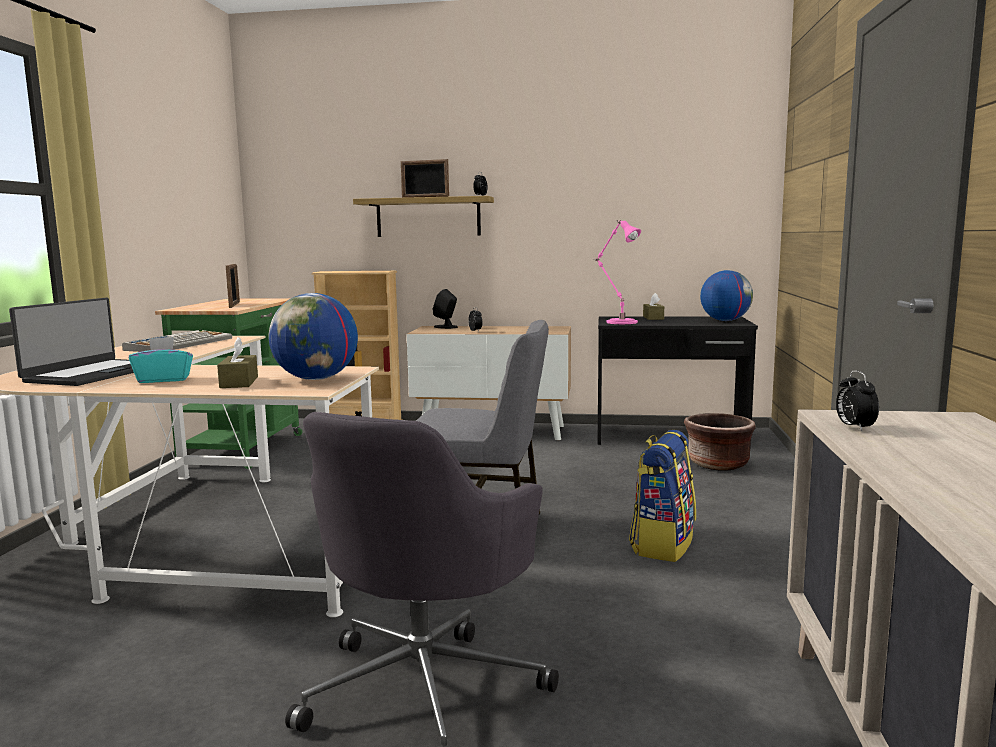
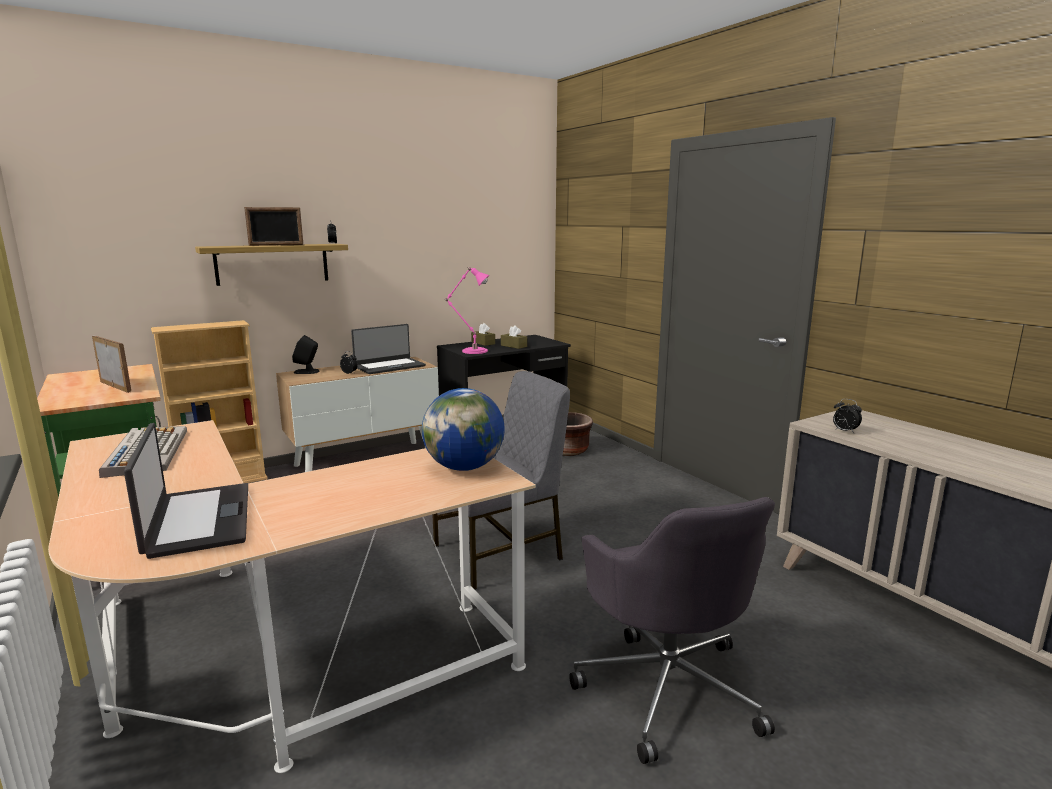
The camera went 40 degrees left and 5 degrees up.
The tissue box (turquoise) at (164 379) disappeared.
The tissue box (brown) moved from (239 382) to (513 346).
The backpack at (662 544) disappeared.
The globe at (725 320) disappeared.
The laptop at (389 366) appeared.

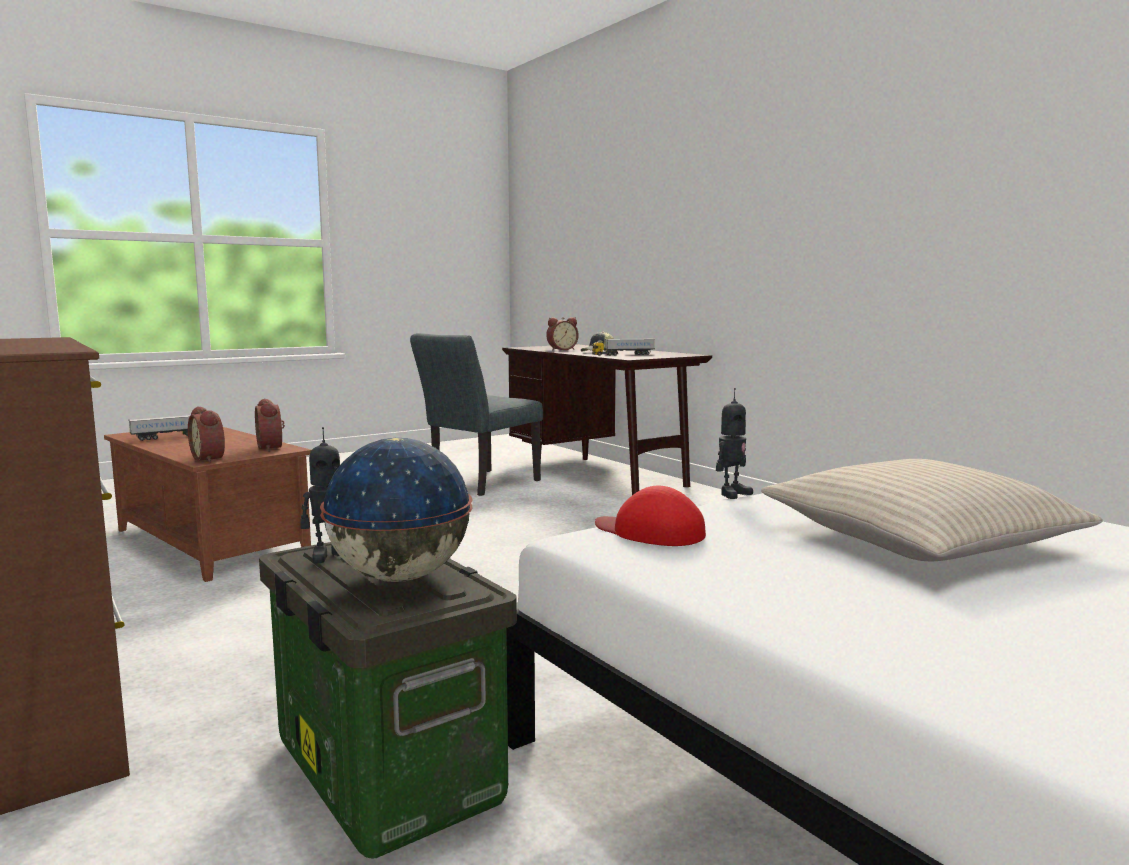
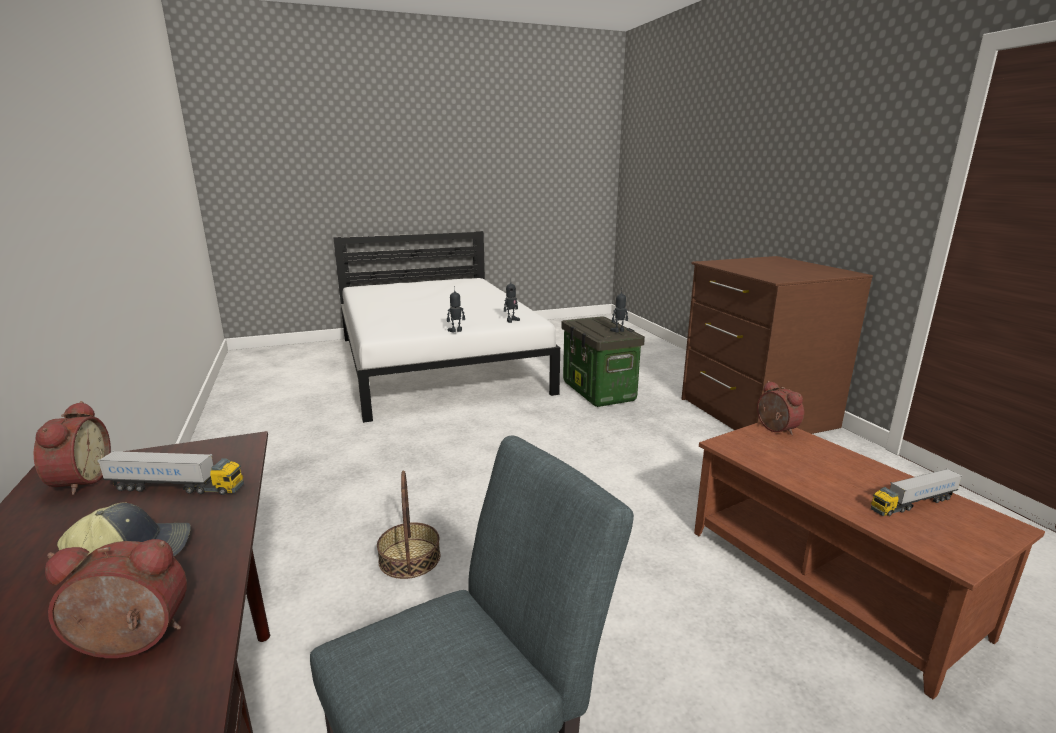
The camera went 165 degrees left and 10 degrees up.
The alarm clock moved from (272 447) to (78 481).
The globe at (399 577) disappeared.
The cap (red) at (650 532) was replaced by the toy robot at (511 320).
The pillow (beige) at (919 539) disappeared.
The basket at (409 558) appeared.

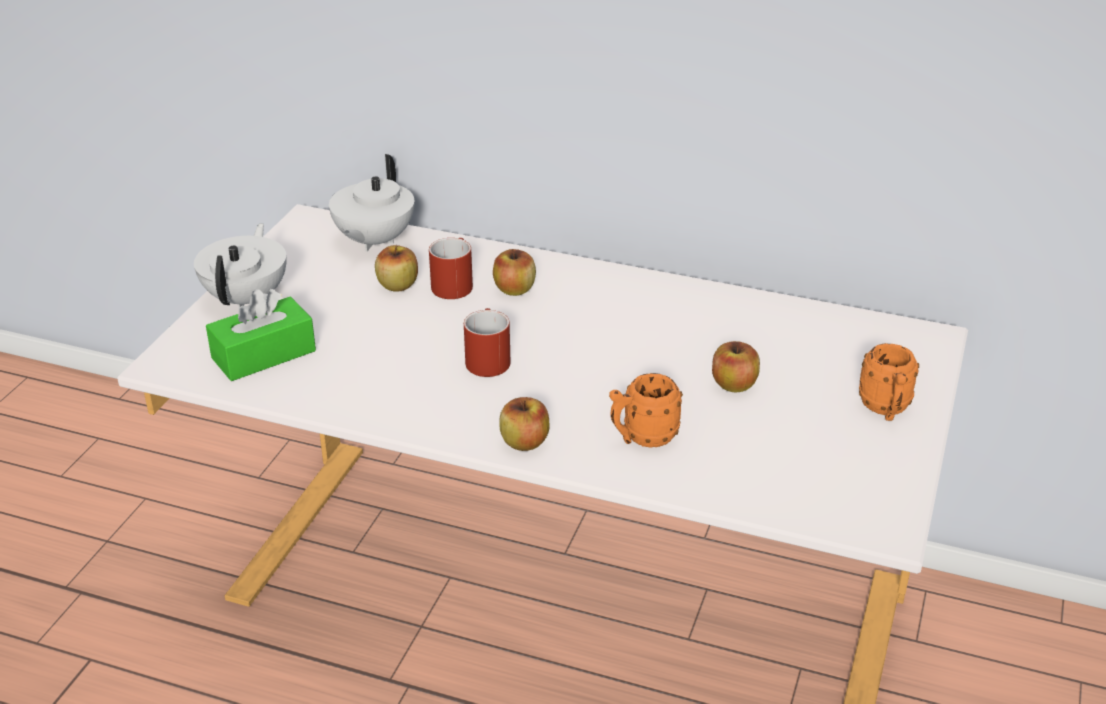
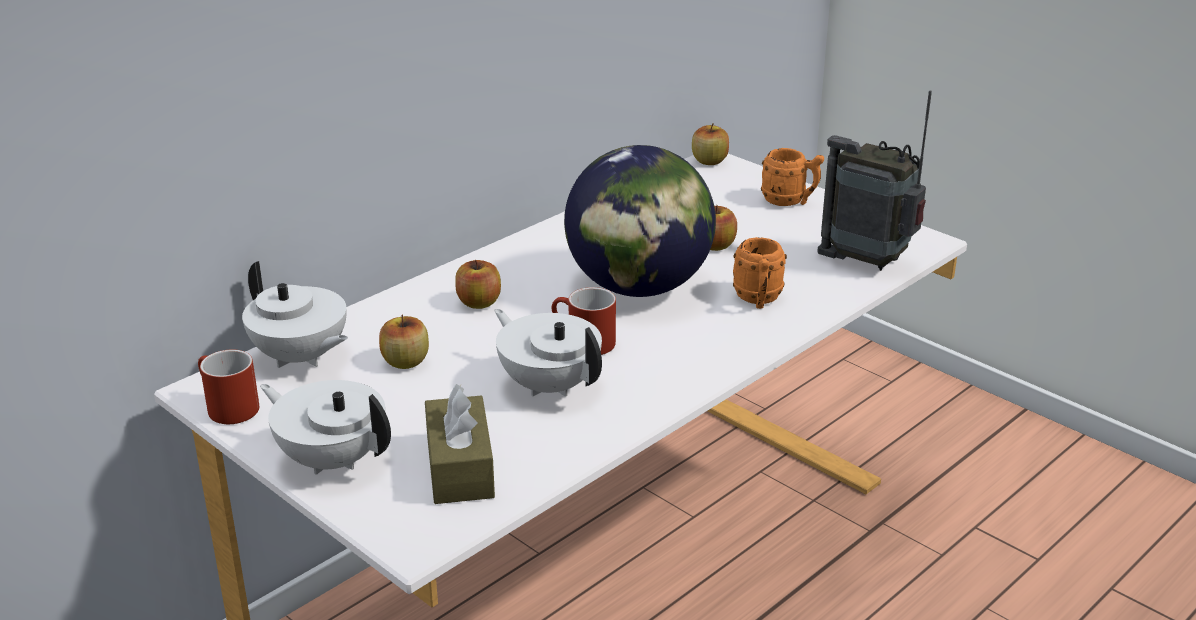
The camera went 65 degrees left and 5 degrees down.
The tissue box (green) at (263 354) became the tissue box (brown) at (460 468).
The mug (red) moved from (453 283) to (225 407).
The apple moved from (524 442) to (709 161).
The teapot (white) at (549 385) appeared.
The globe at (638 287) appeared.
The radio at (868 262) appeared.

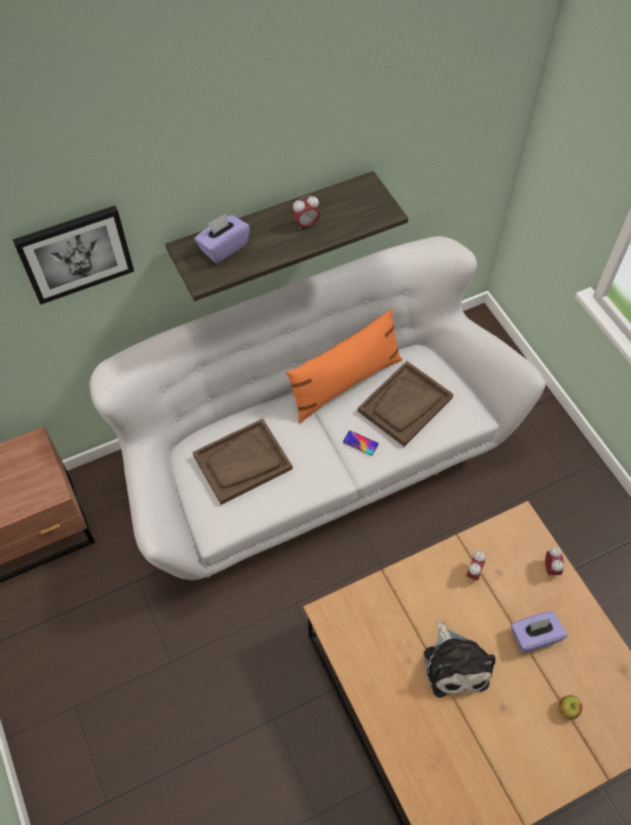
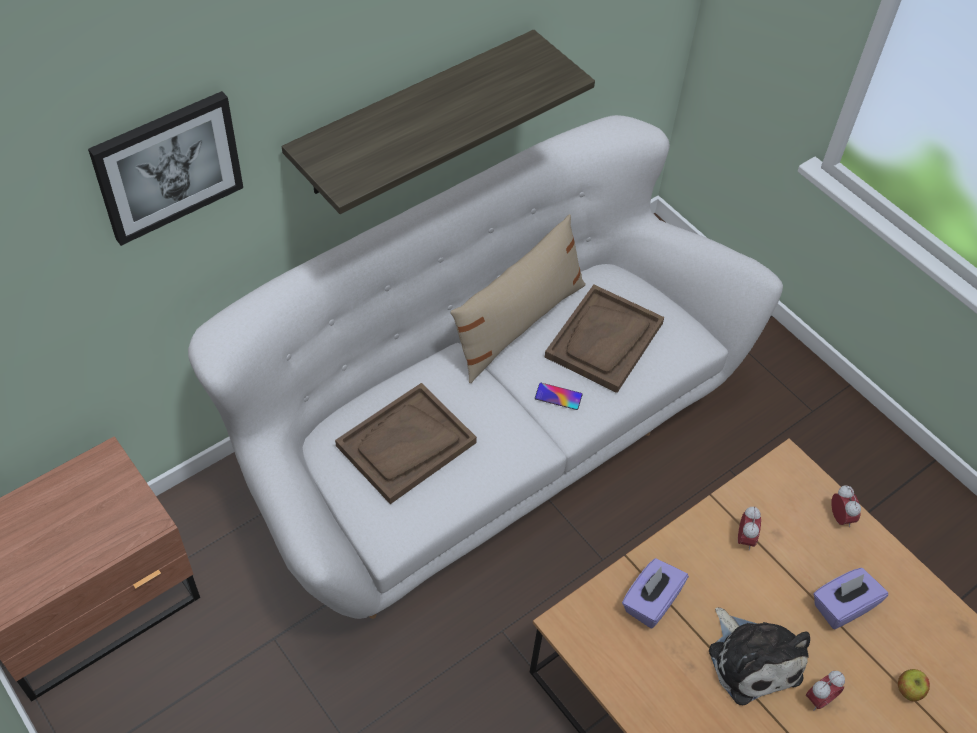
The camera went 15 degrees left and 5 degrees down.
The tissue box (purple) moved from (223 248) to (650 601).
The pillow (orange) at (345 383) became the pillow (beige) at (517 324).
The alarm clock moved from (306 224) to (819 699).

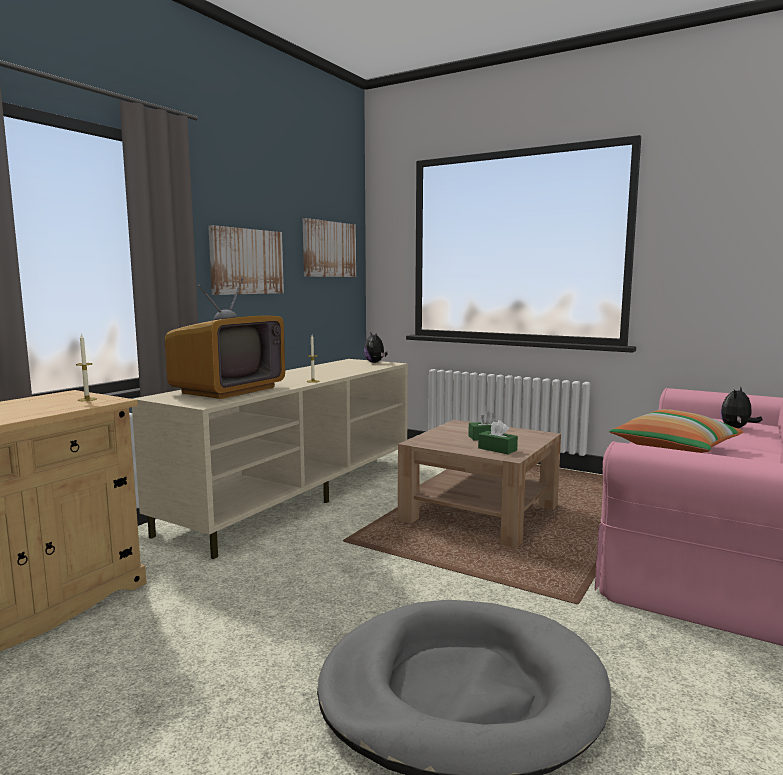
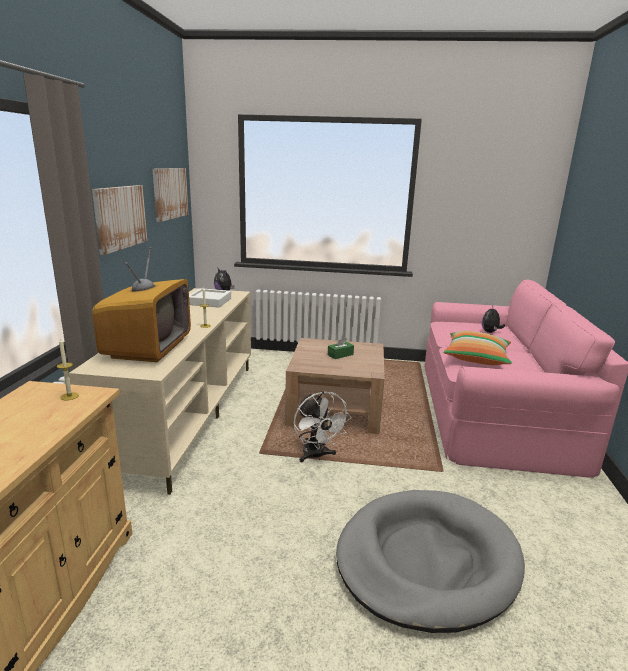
The camera went 25 degrees left and 10 degrees up.
The tissue box (green) at (497 449) disappeared.
The tray (white) at (209 301) appeared.
The fan (white) at (316 456) appeared.

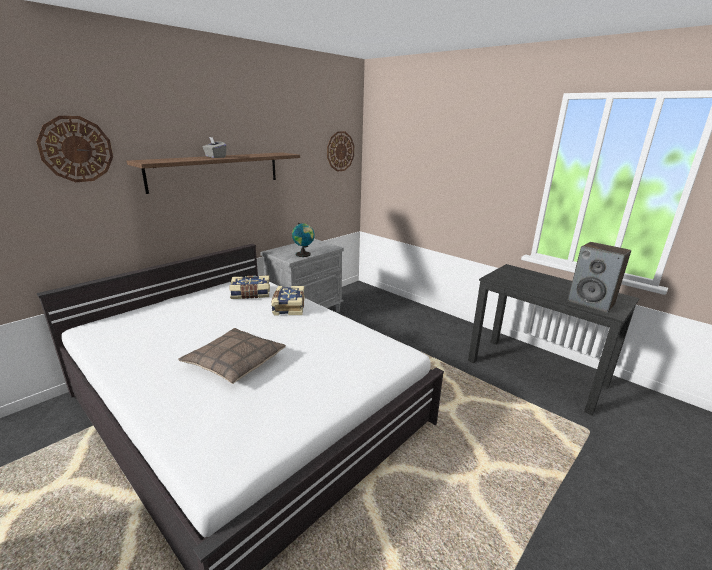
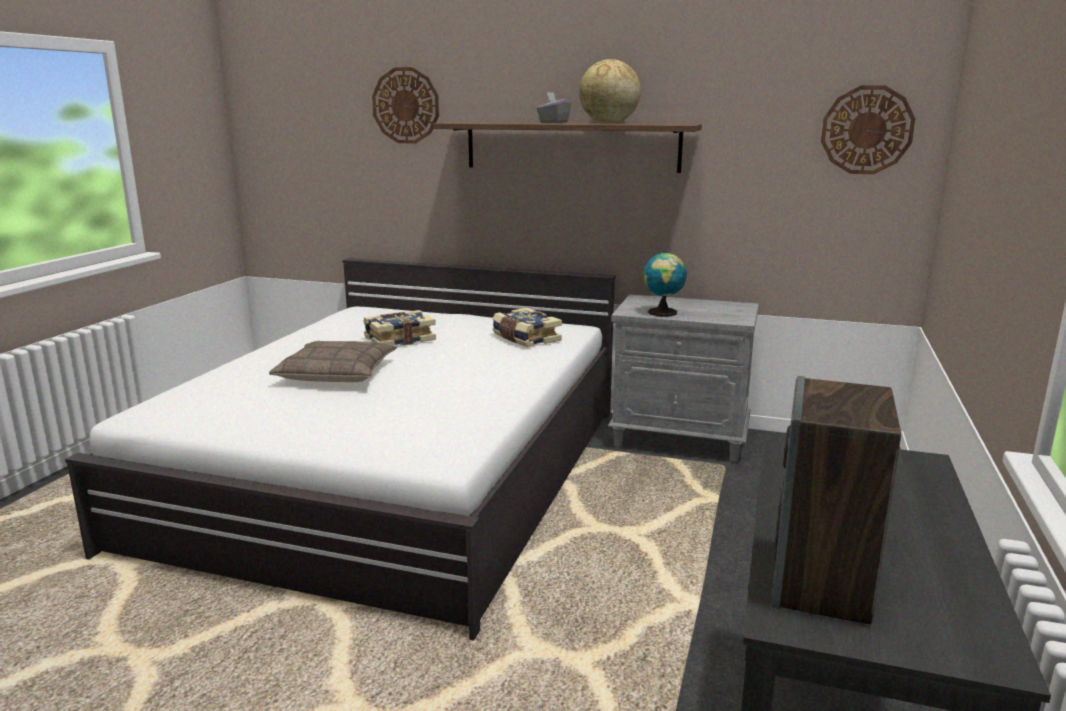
The camera went 65 degrees right and 5 degrees down.
The book moved from (288 307) to (399 339).
The globe at (608 123) appeared.

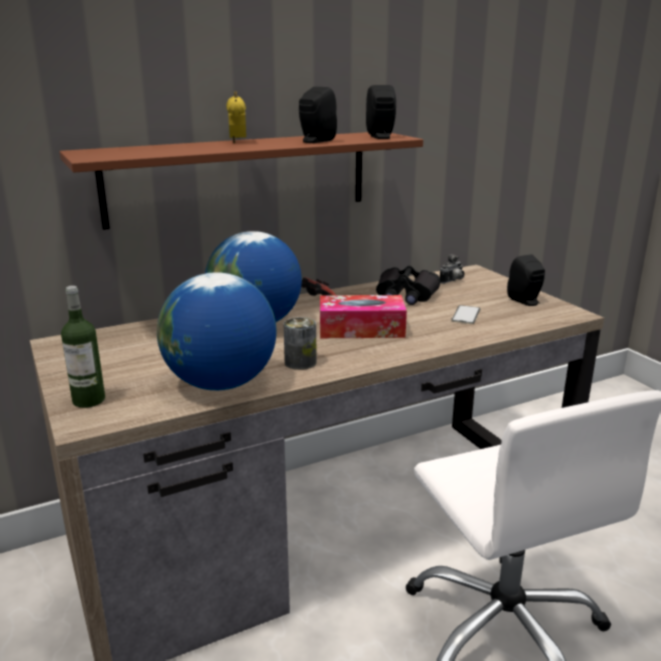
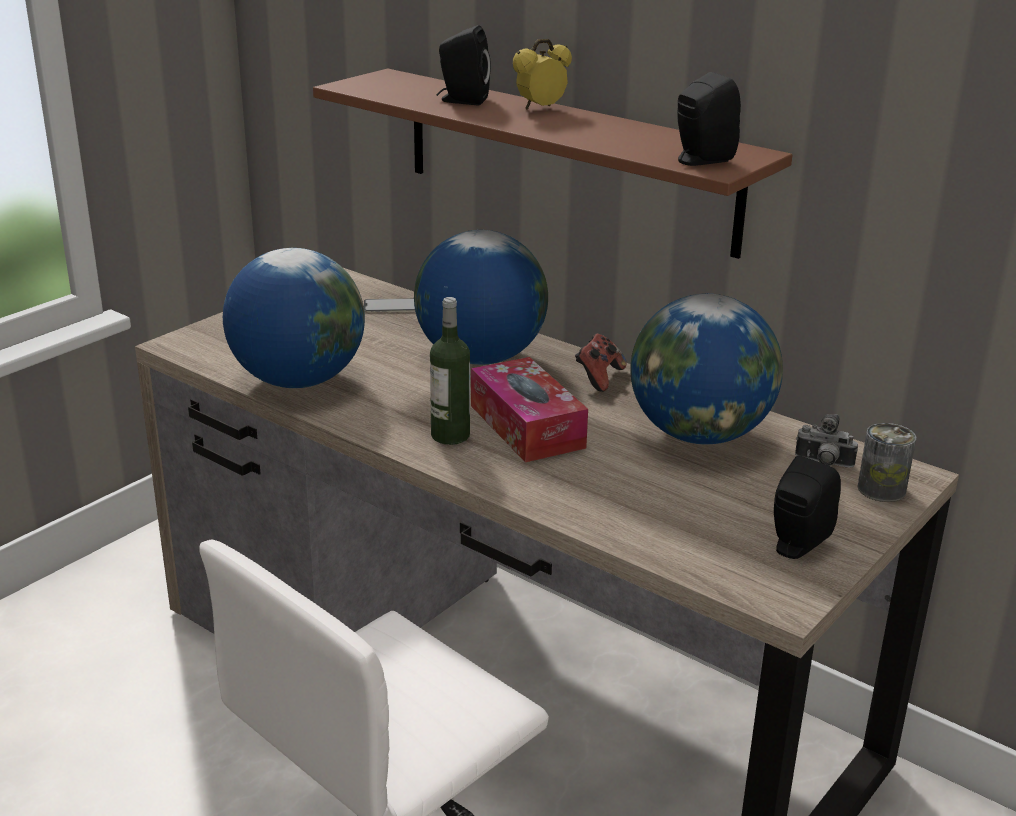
The camera went 65 degrees right and 5 degrees up.
The bottle moved from (89 400) to (450 435).
The can moved from (300 362) to (881 489).
The speaker (black) moved from (315 141) to (462 100).
The binoculars (black) at (405 295) was replaced by the globe at (700 435).
The phone moved from (466 315) to (394 306).

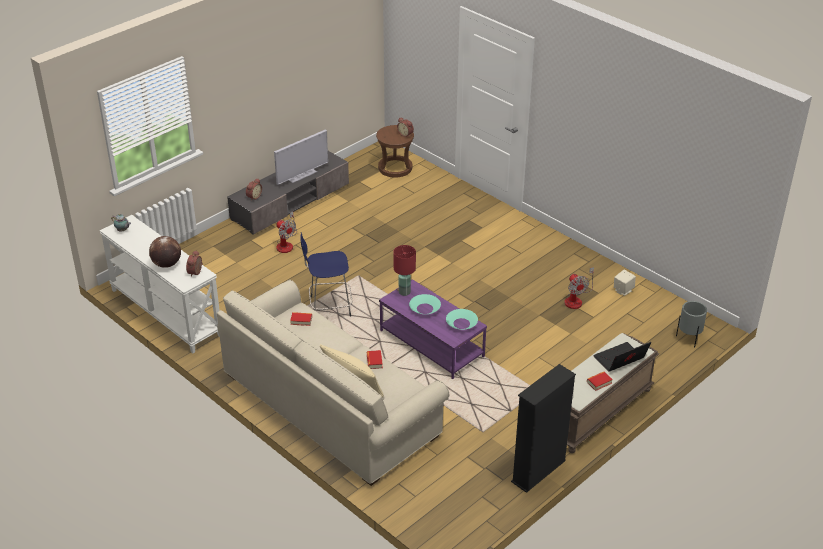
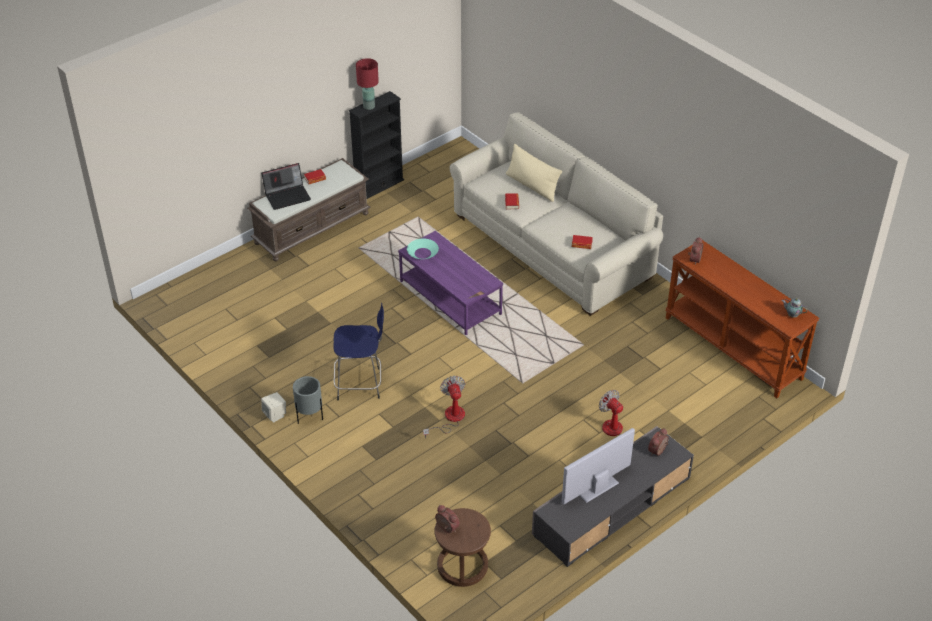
The camera went 175 degrees left and 5 degrees up.
The console table (white) at (165 313) became the console table (brown) at (733 347).
The globe at (166 264) disappeared.
The stool (blue) moved from (328 306) to (360 384).
The table lamp (red) moved from (405 292) to (368 106).
The bowl (turquoise) at (424 308) disappeared.
The fan moved from (576 299) to (449 419).
The speaker (beige) moved from (623 290) to (275 415).
The planter (grey) moved from (689 339) to (309 416).

